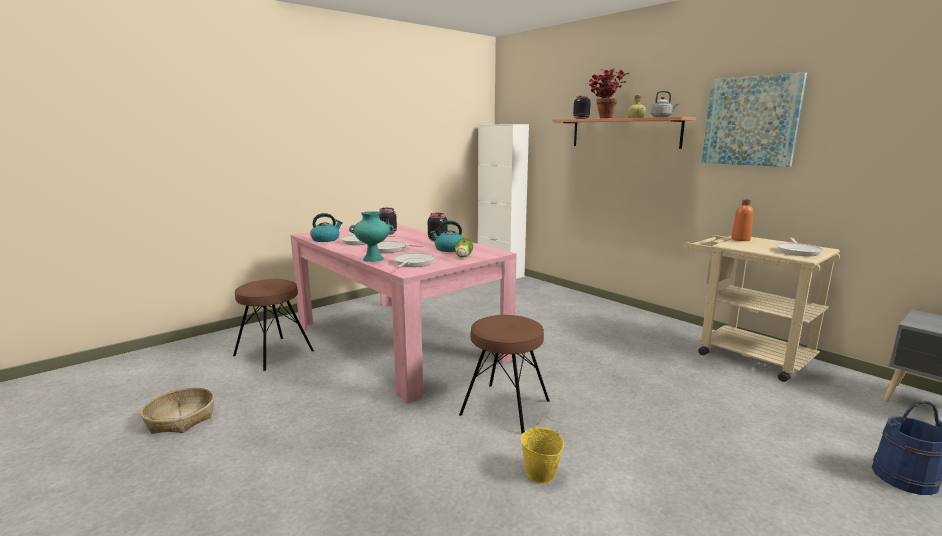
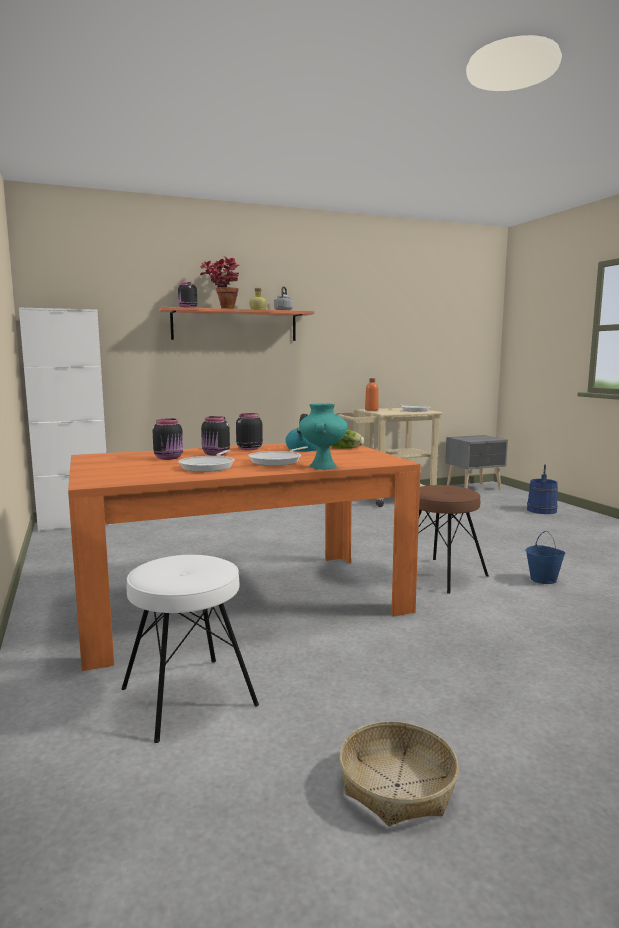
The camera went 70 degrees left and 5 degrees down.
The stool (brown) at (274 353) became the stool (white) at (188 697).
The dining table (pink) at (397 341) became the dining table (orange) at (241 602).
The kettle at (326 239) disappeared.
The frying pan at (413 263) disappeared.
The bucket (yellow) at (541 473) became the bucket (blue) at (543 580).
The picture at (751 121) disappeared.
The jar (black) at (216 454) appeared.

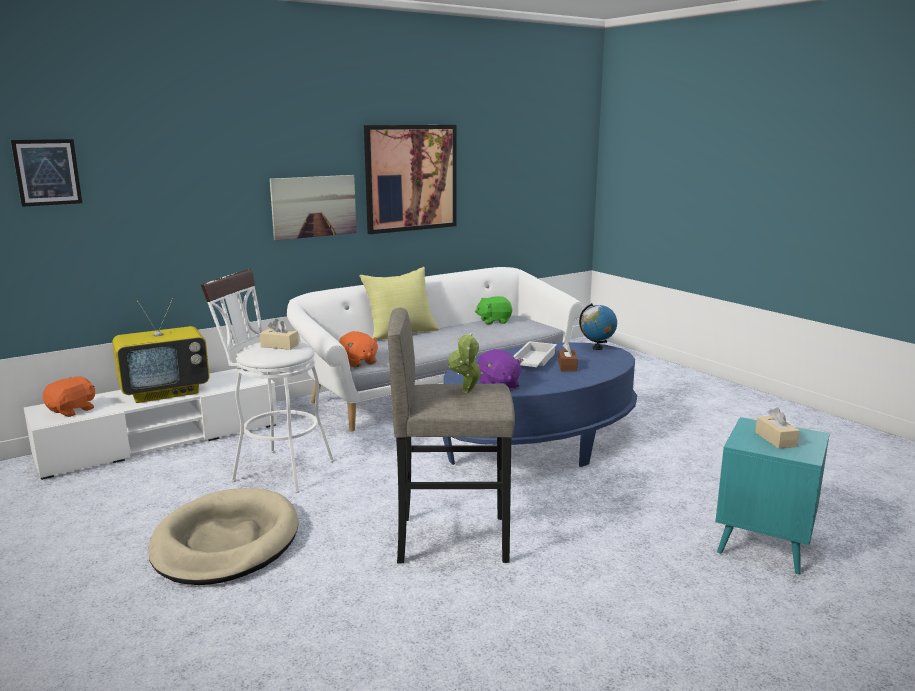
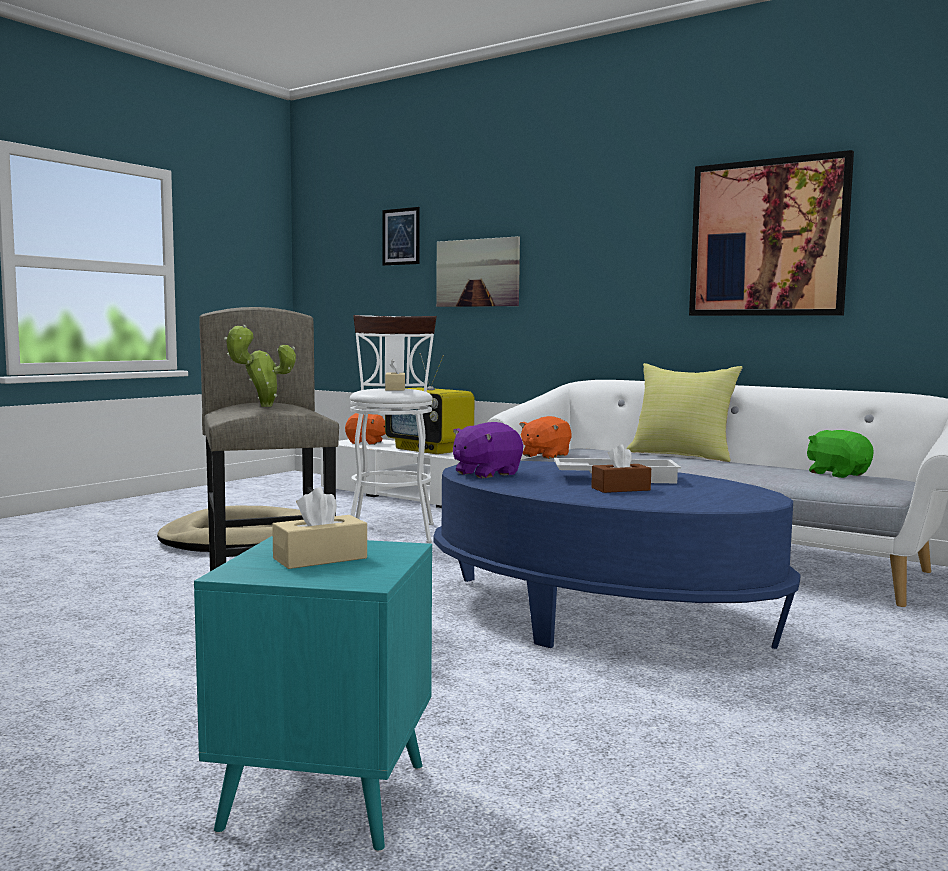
The camera went 70 degrees right and 10 degrees down.
The picture moved from (314 206) to (477 273).
The globe at (597 348) disappeared.

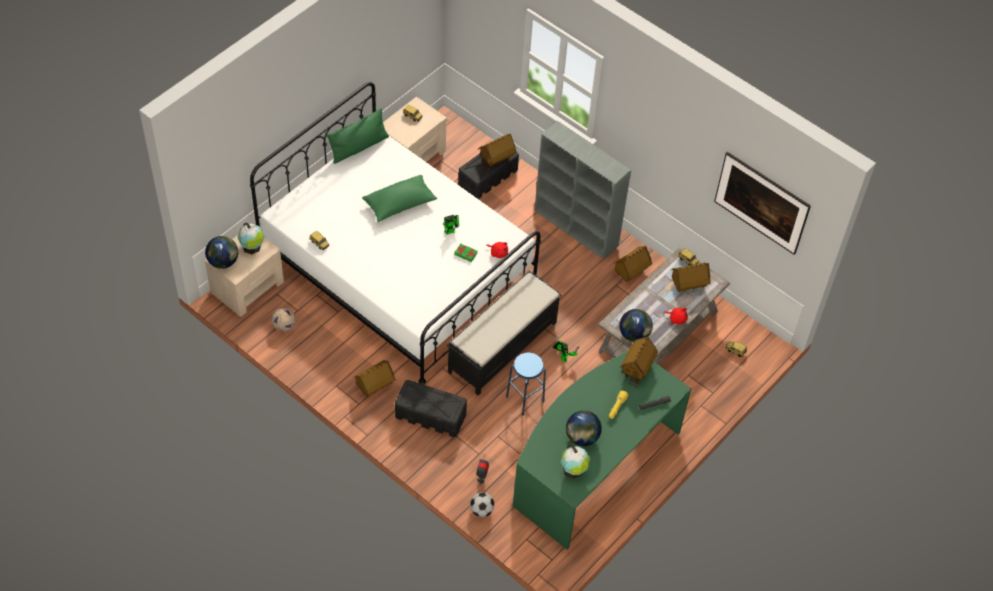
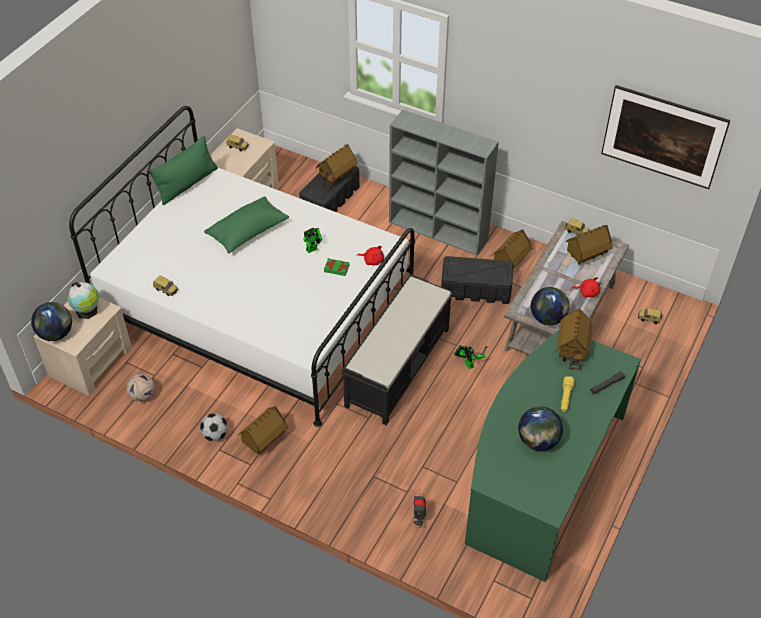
The camera went 10 degrees left and 5 degrees down.
The storage box (black) moved from (431 416) to (476 289).
The football moved from (481 510) to (215 435).
The stool (blue) at (525 399) disappeared.
The globe at (573 470) disappeared.

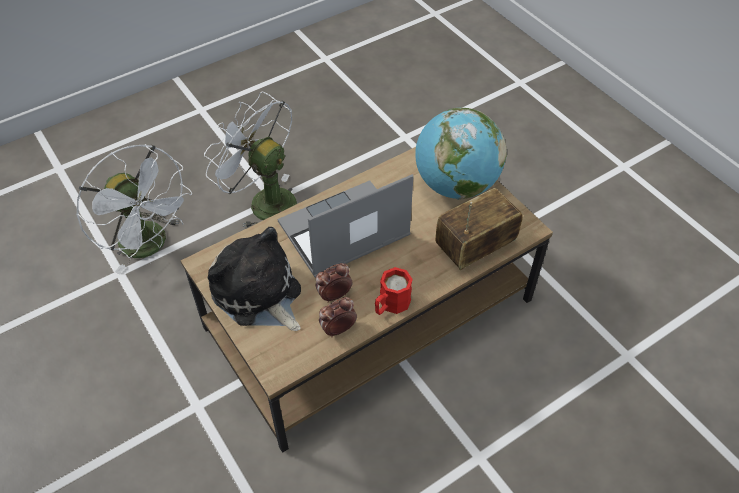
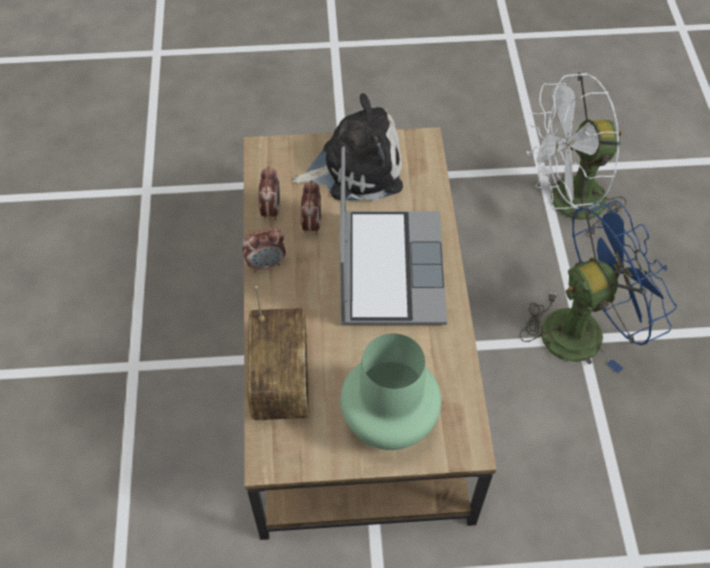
The camera went 120 degrees right and 5 degrees up.
The fan (white) at (264 201) became the fan (blue) at (583 328).
The mug (red) at (390 305) was replaced by the alarm clock at (266 264).
The globe at (455 185) was replaced by the vase (green) at (389 420).

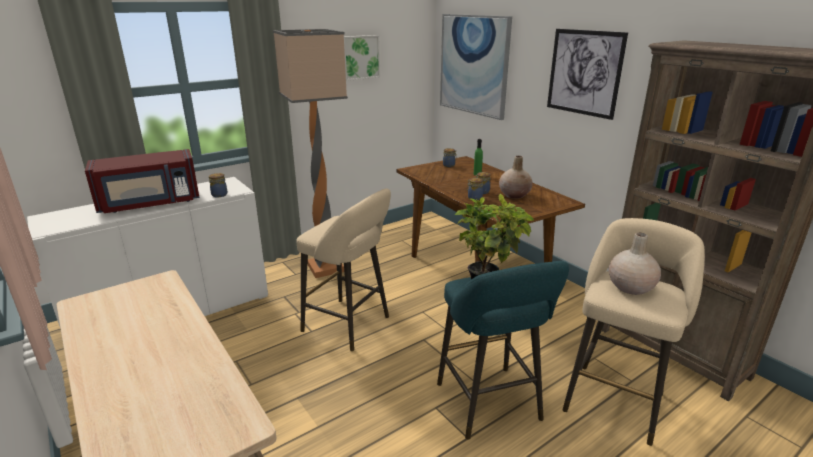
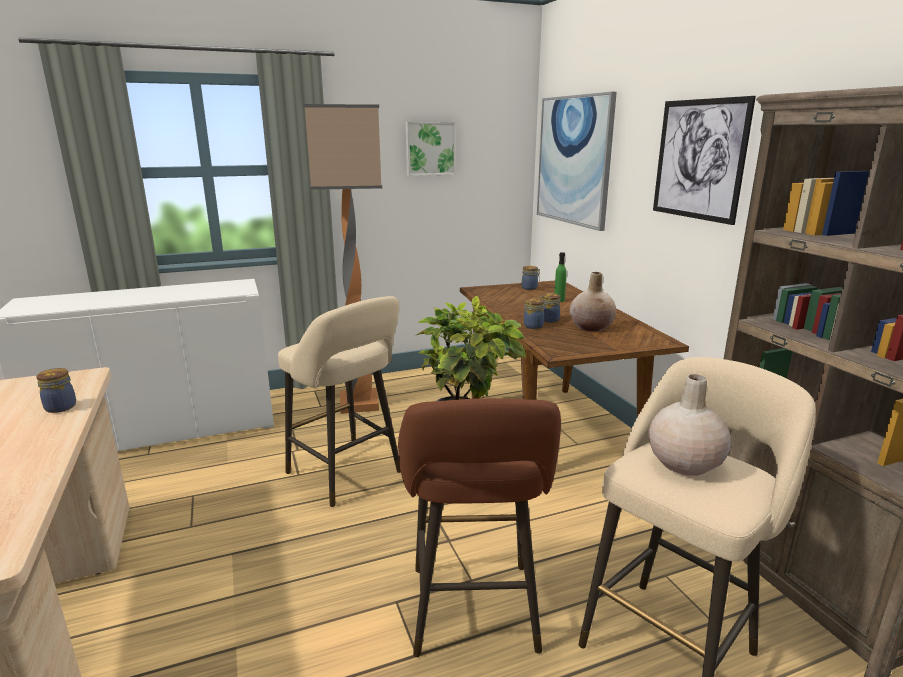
The camera went 15 degrees right and 5 degrees down.
The microwave (red) at (150 203) disappeared.
The jar moved from (219 195) to (60 407).
The stool (turquoise) at (490 405) became the stool (brown) at (474 615).

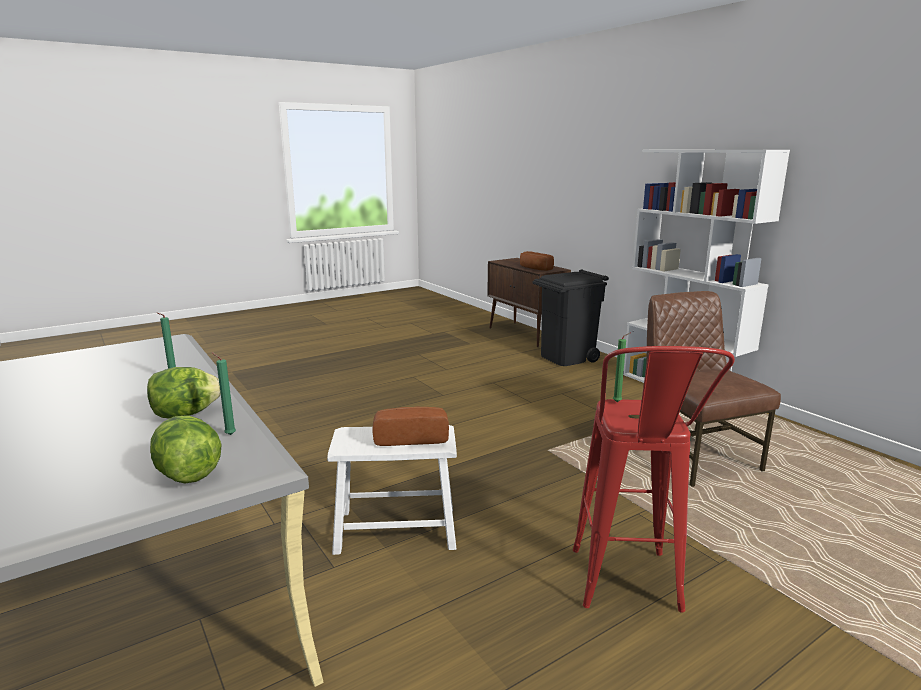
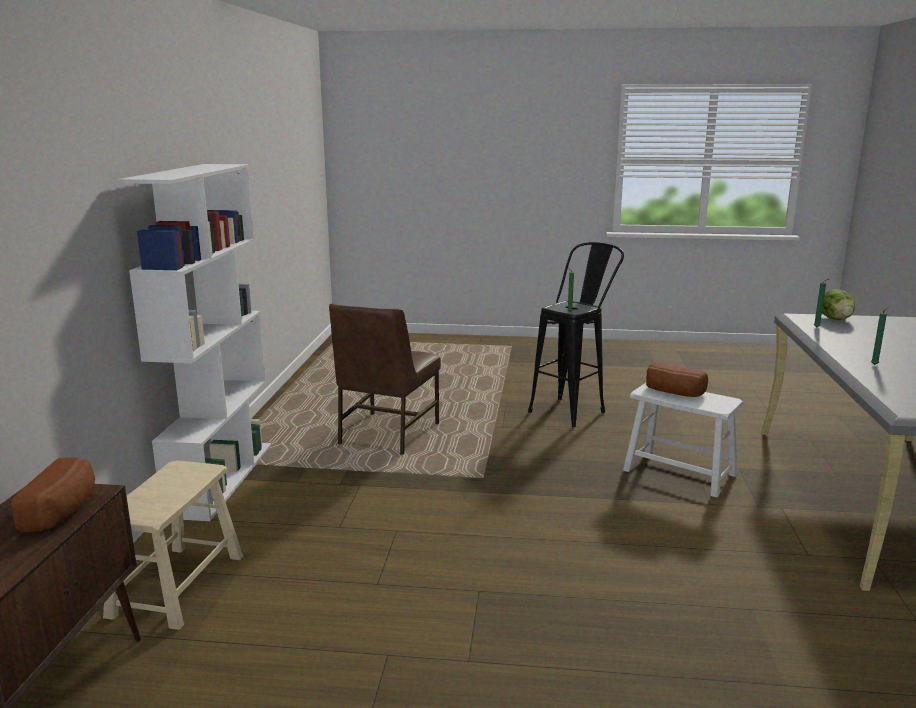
The camera went 140 degrees left and 0 degrees up.
The lettuce at (185 414) disappeared.
The trash can (black) at (567 358) was replaced by the stool (beige) at (177 585).
The stool (red) at (628 592) became the stool (black) at (573 409).

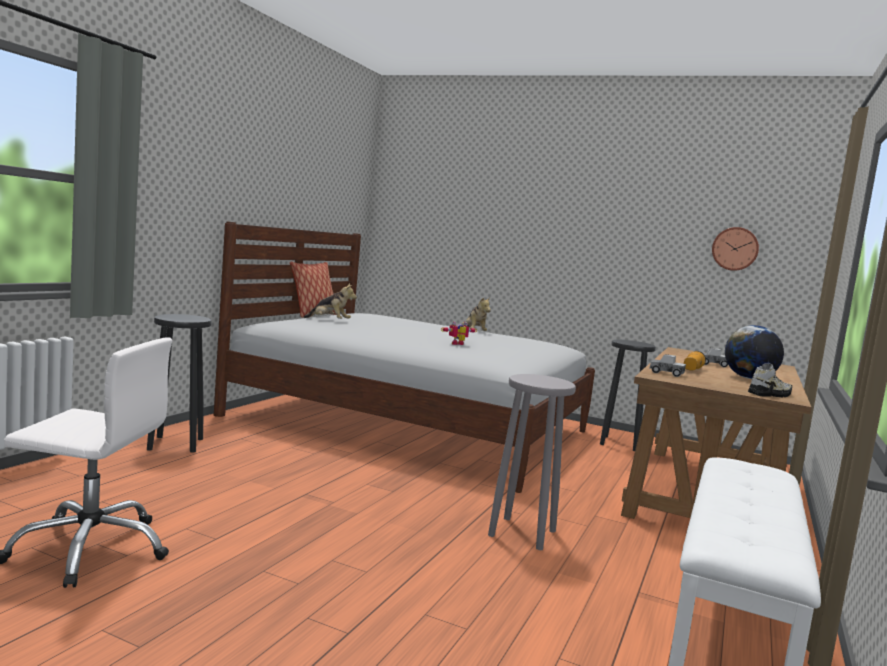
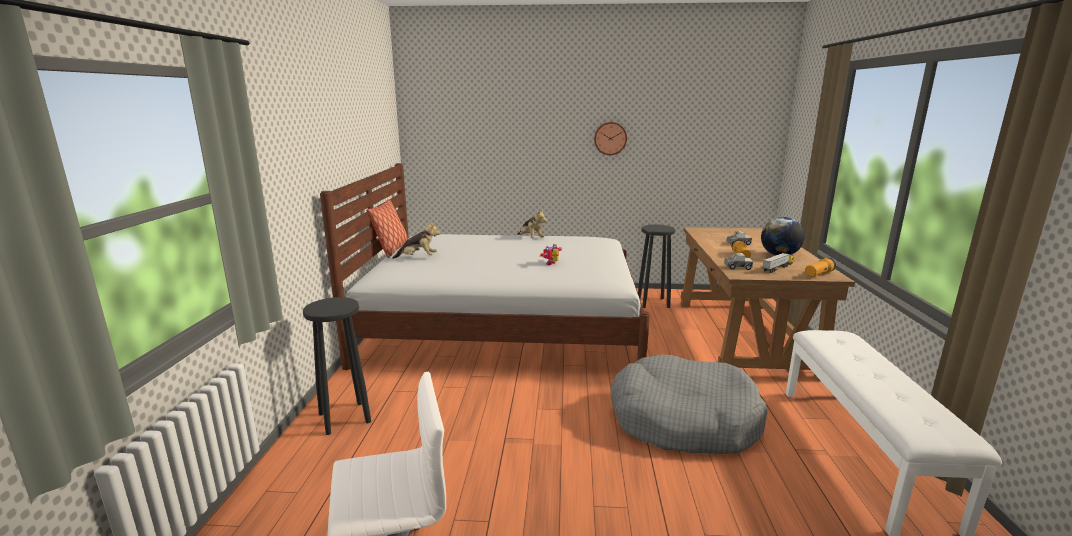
The camera went 20 degrees left and 10 degrees up.
The stool (grey) at (523 533) was replaced by the dog bed (grey) at (683 420).
The wall clock moved from (735 249) to (610 138).
The shoe at (769 394) was replaced by the flashlight at (818 274).
The toy truck at (777 268) appeared.

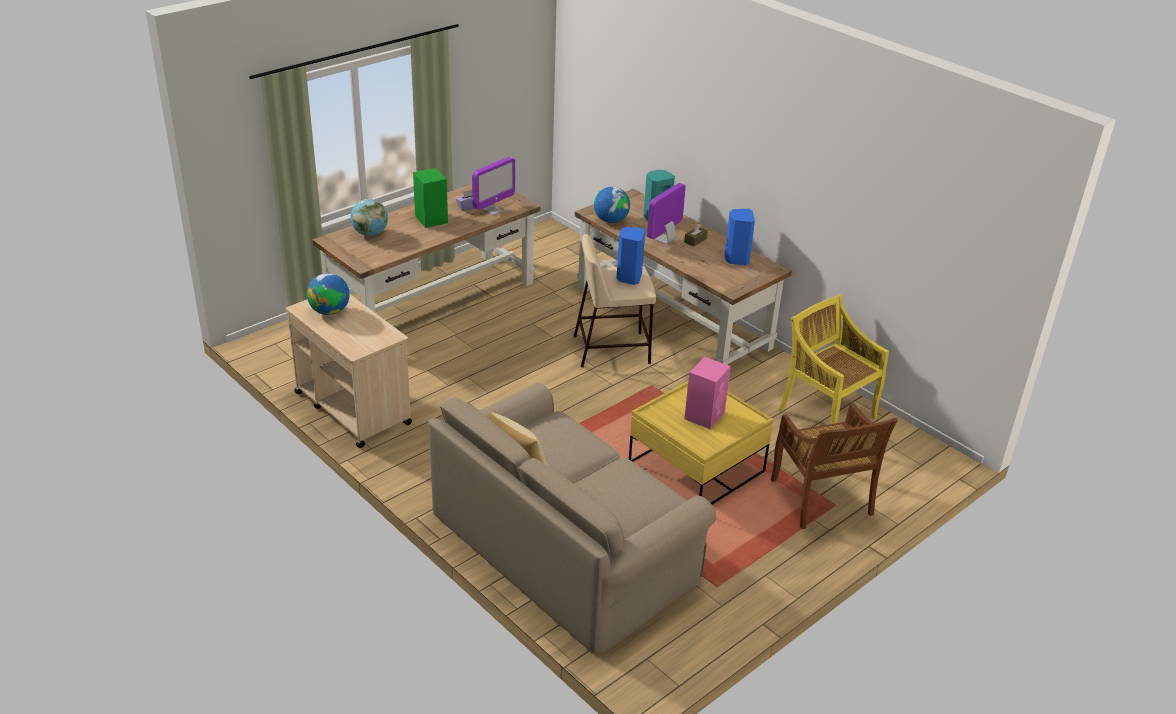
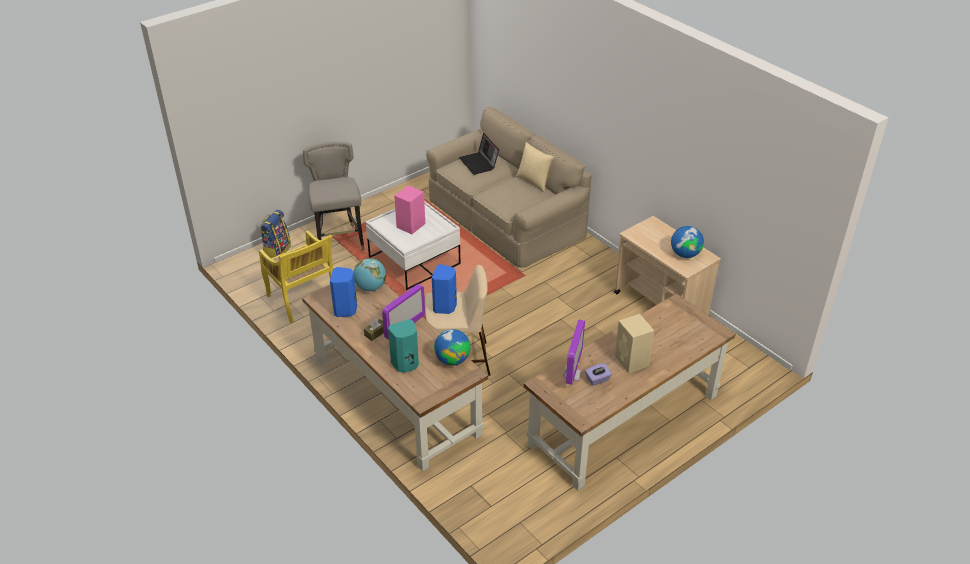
The camera went 175 degrees left and 5 degrees up.
The globe moved from (370 234) to (370 287).
The speaker (green) at (431 219) became the speaker (beige) at (632 361).
The monitor at (493 210) turned 150 degrees clockwise.
The coffee table (yellow) at (696 468) became the coffee table (white) at (414 260).
The chair (brown) at (821 499) was replaced by the stool (grey) at (339 240).
The backpack at (277 251) appeared.
The laptop at (479 163) appeared.

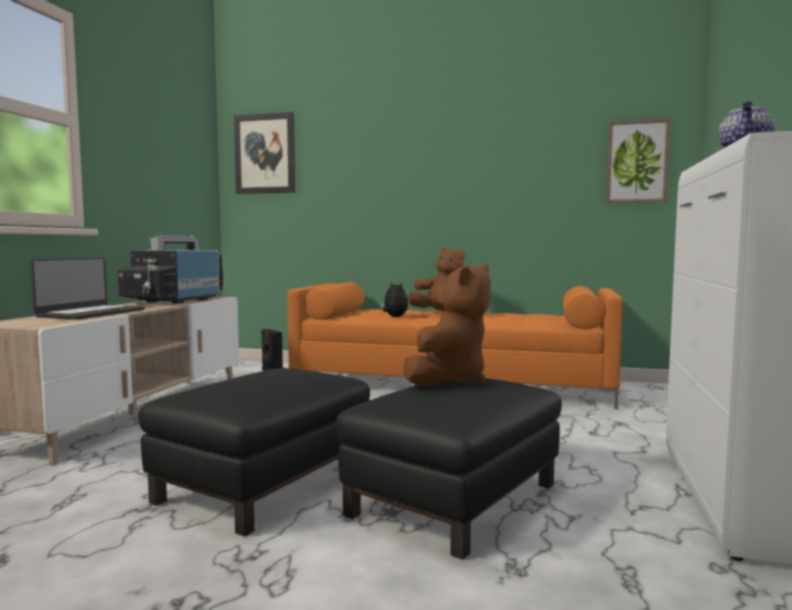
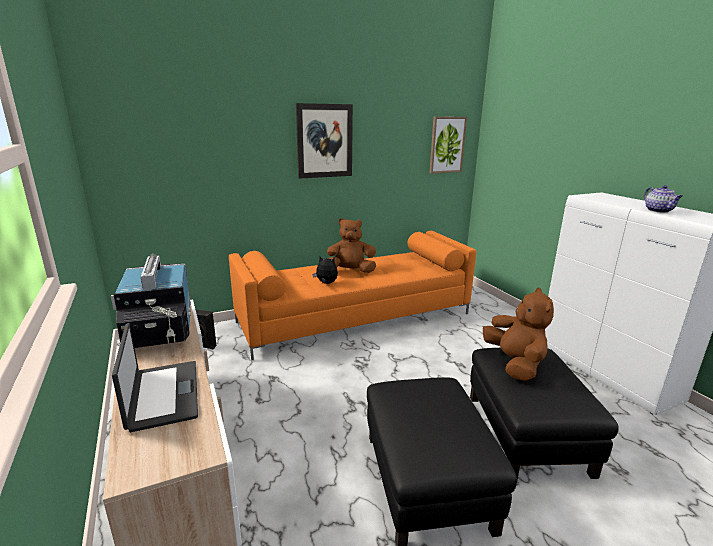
The camera went 40 degrees left and 15 degrees up.
The picture moved from (265 154) to (324 141).

